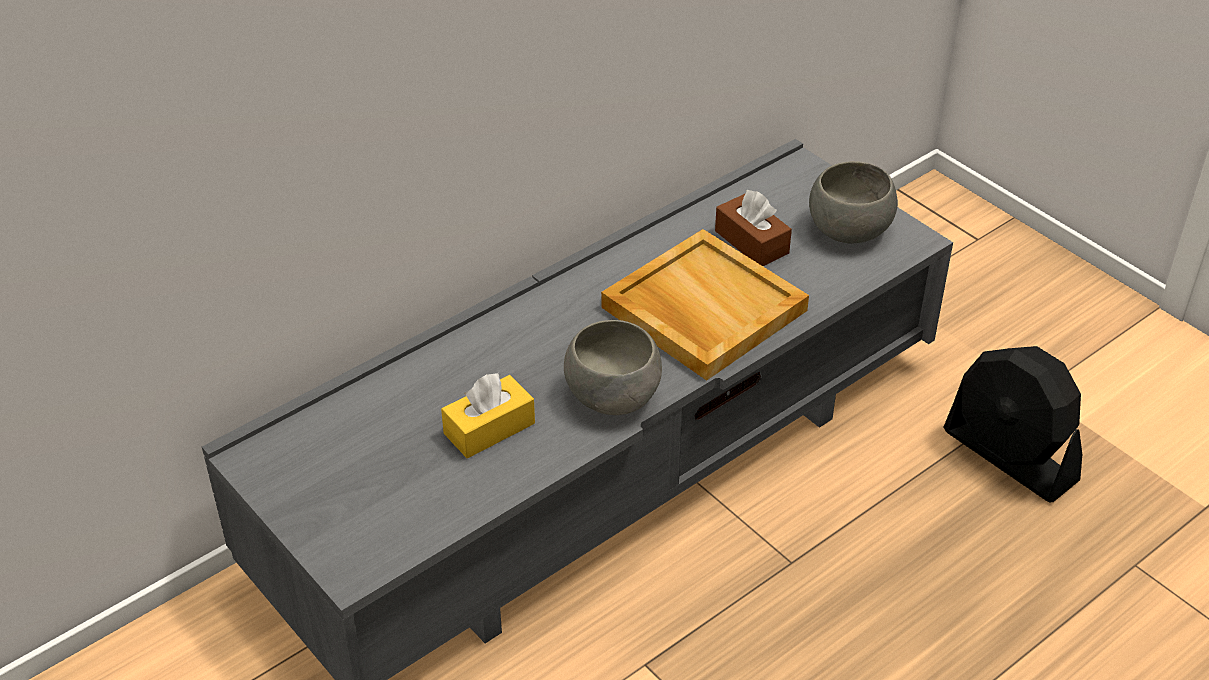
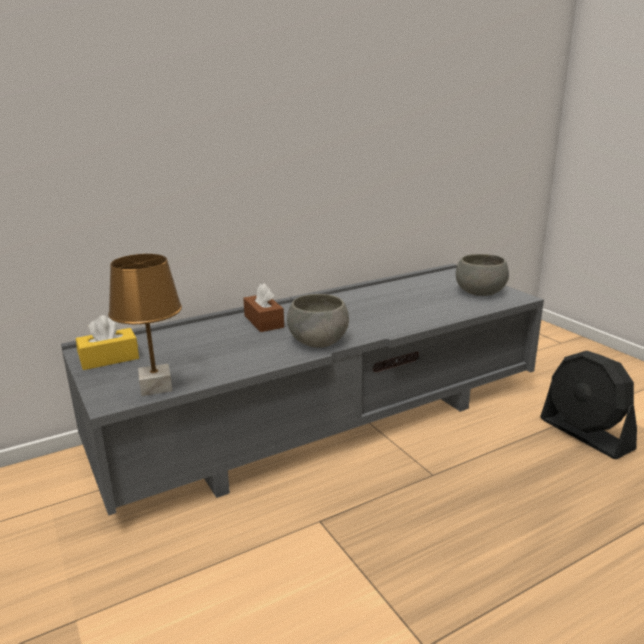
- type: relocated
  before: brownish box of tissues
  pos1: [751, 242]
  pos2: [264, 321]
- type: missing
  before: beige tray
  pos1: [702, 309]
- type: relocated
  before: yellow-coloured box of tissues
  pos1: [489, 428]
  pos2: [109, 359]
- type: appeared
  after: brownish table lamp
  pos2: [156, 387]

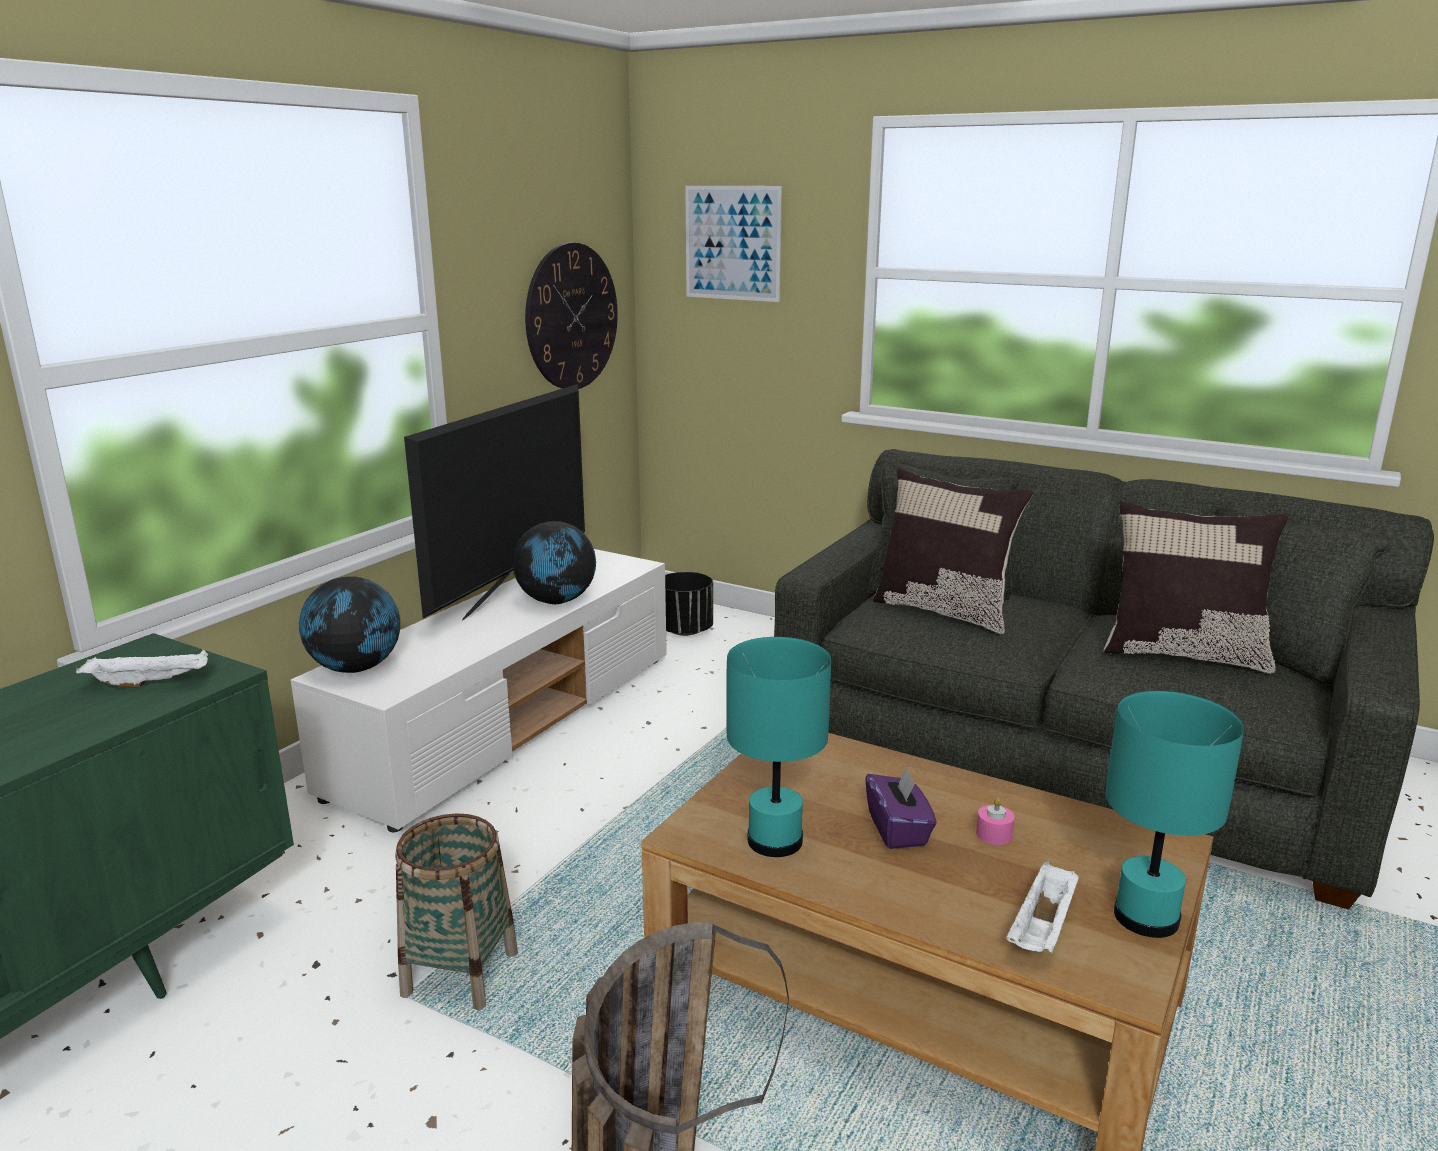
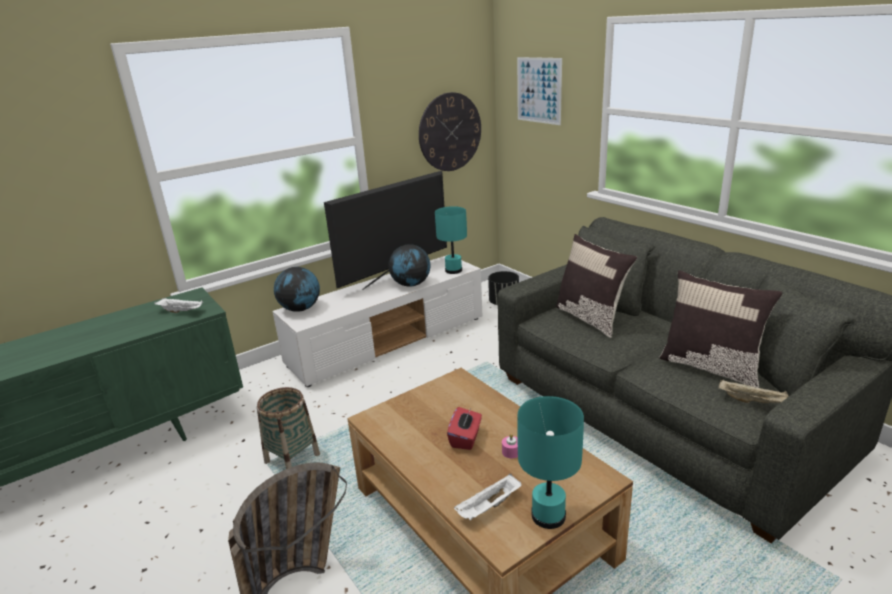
- type: relocated
  before: turquoise-coloured table lamp
  pos1: [773, 841]
  pos2: [453, 270]
- type: colour
  before: purple-coloured box of tissues
  after: red box of tissues
  pos1: [898, 830]
  pos2: [465, 438]
- type: appeared
  after: beige tray
  pos2: [753, 401]

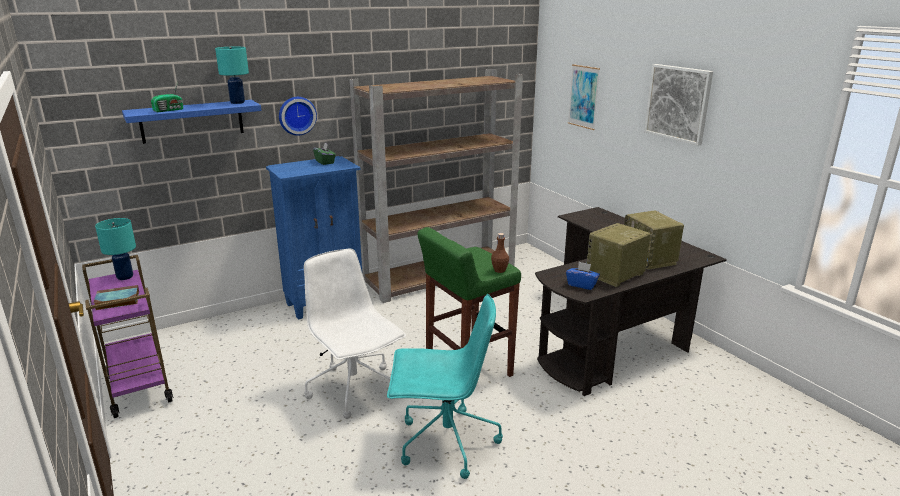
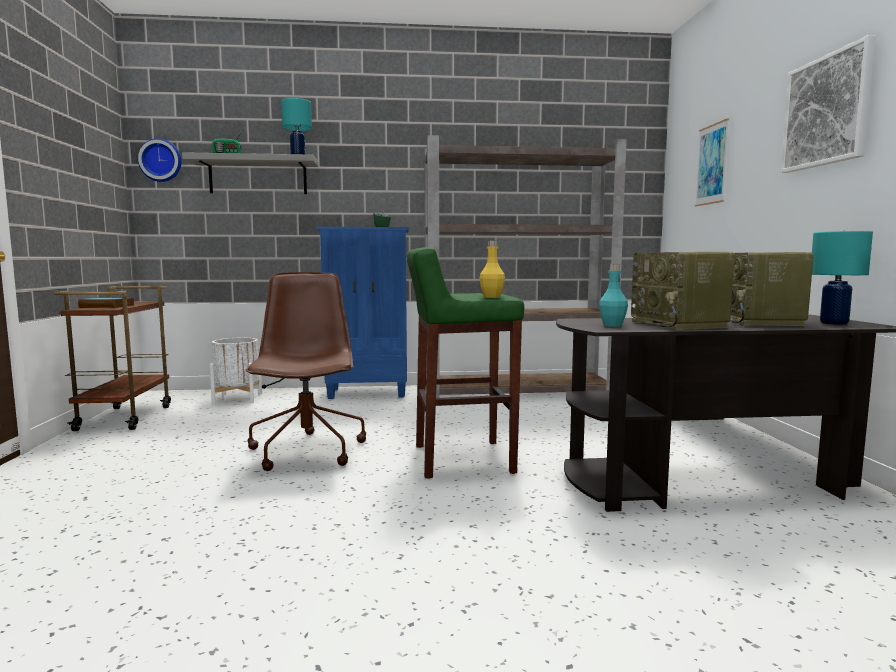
- type: relocated
  before: hanging clock
  pos1: [296, 115]
  pos2: [161, 160]
- type: colour
  before: bluish shelf
  after: grey shelf
  pos1: [192, 121]
  pos2: [258, 177]
- type: relocated
  before: turquoise-coloured table lamp
  pos1: [125, 277]
  pos2: [833, 323]
- type: spun
  before: radio
  pos1: [615, 275]
  pos2: [679, 324]
  turn: -90
- type: colour
  before: brownish drink bottle
  after: yellow-coloured drink bottle
  pos1: [499, 270]
  pos2: [492, 297]
- type: colour
  before: whitish office chair
  after: brownish office chair
  pos1: [356, 392]
  pos2: [307, 453]
- type: colour
  before: purple-coloured wheeled cart
  after: brownish wheeled cart
  pos1: [139, 386]
  pos2: [126, 417]
- type: exchanged
  before: bluish box of tissues
  after: turquoise-coloured drink bottle
  pos1: [581, 285]
  pos2: [612, 325]
- type: missing
  before: turquoise-coloured office chair
  pos1: [442, 443]
- type: appeared
  after: whitish plant pot
  pos2: [237, 398]

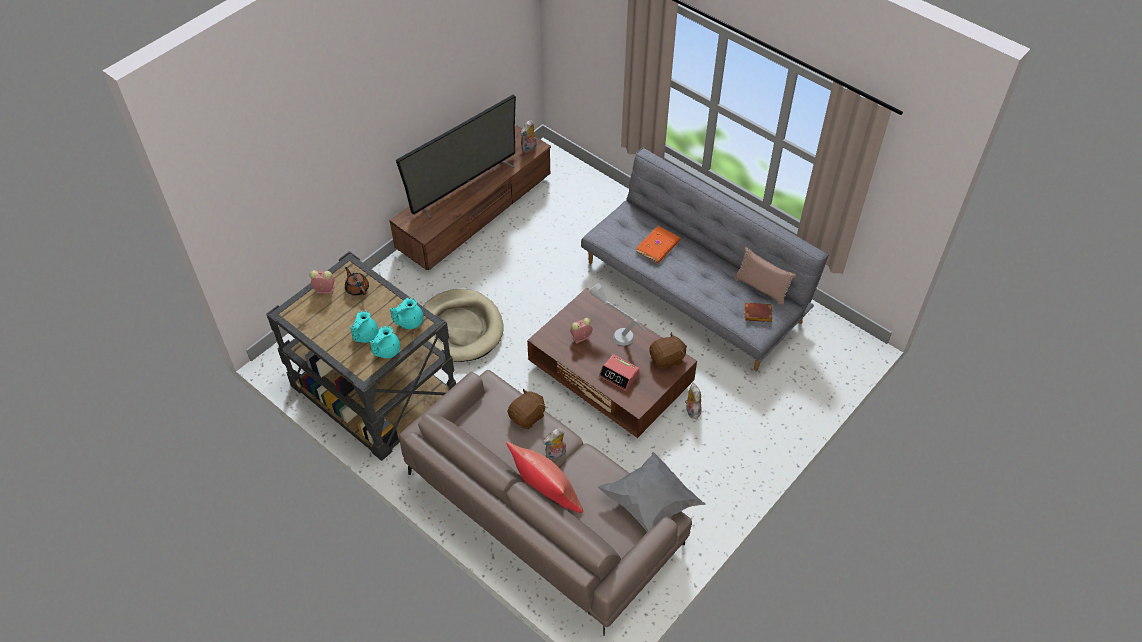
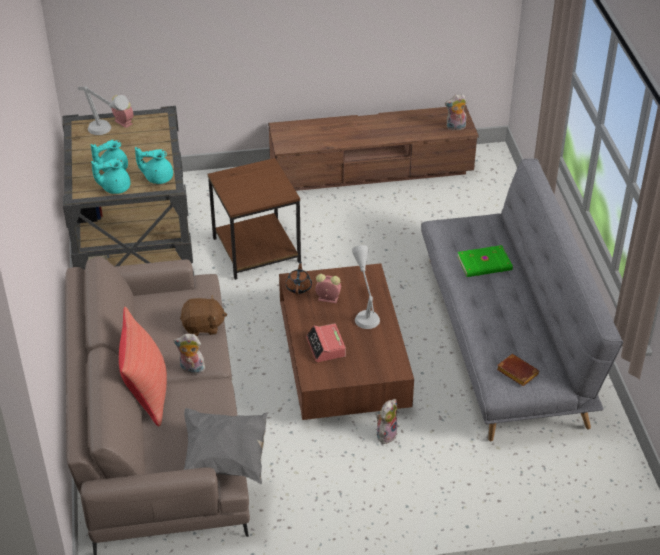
- type: missing
  before: TV
  pos1: [464, 186]
- type: colour
  before: orange-coloured bound book
  after: greenish bound book
  pos1: [658, 246]
  pos2: [485, 264]
- type: missing
  before: beige cushion
  pos1: [761, 288]
- type: relocated
  before: brownish pot for tea
  pos1: [357, 288]
  pos2: [299, 287]
- type: exchanged
  before: beige dog cushion
  after: brownish accent table
  pos1: [461, 328]
  pos2: [257, 249]
- type: missing
  before: brownish plush toy
  pos1: [667, 359]
- type: appeared
  after: grey table lamp
  pos2: [107, 133]

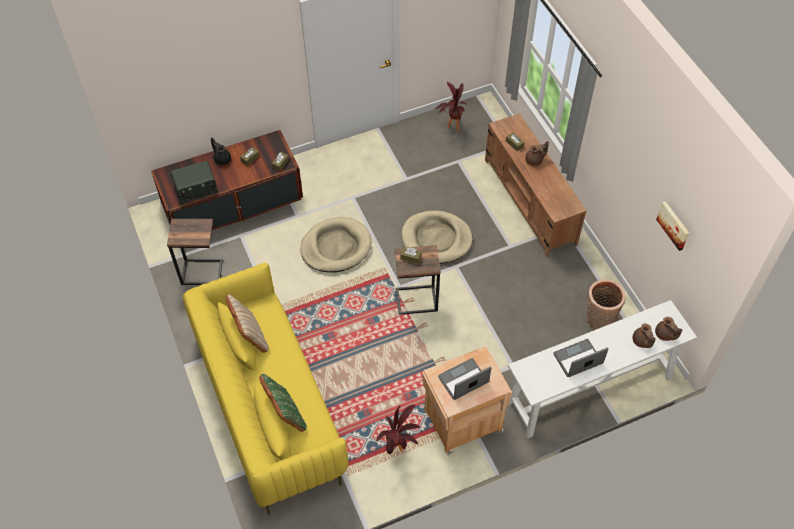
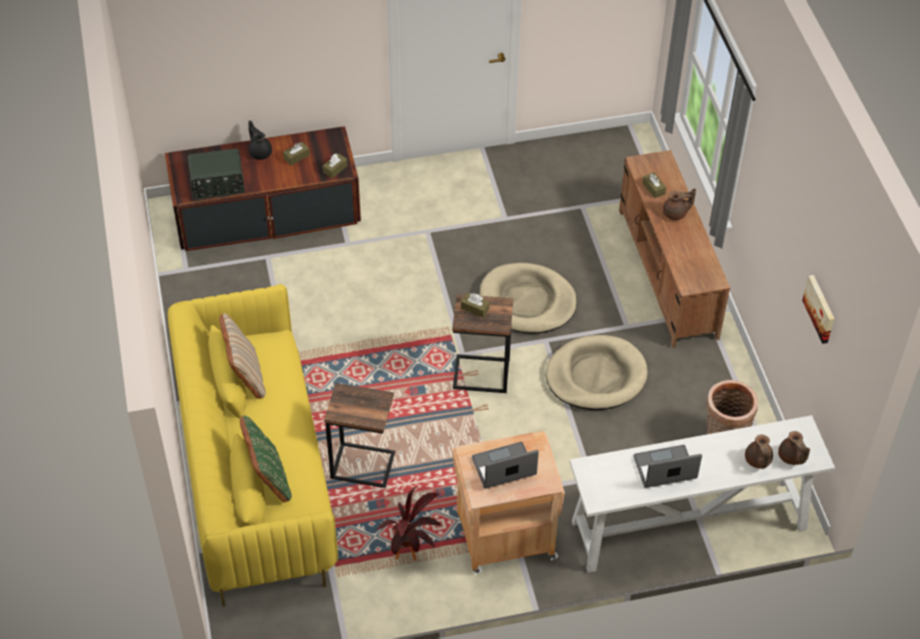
- type: missing
  before: houseplant
  pos1: [451, 127]
- type: relocated
  before: beige dog cushion
  pos1: [336, 247]
  pos2: [595, 376]
- type: relocated
  before: accent table
  pos1: [201, 271]
  pos2: [362, 464]

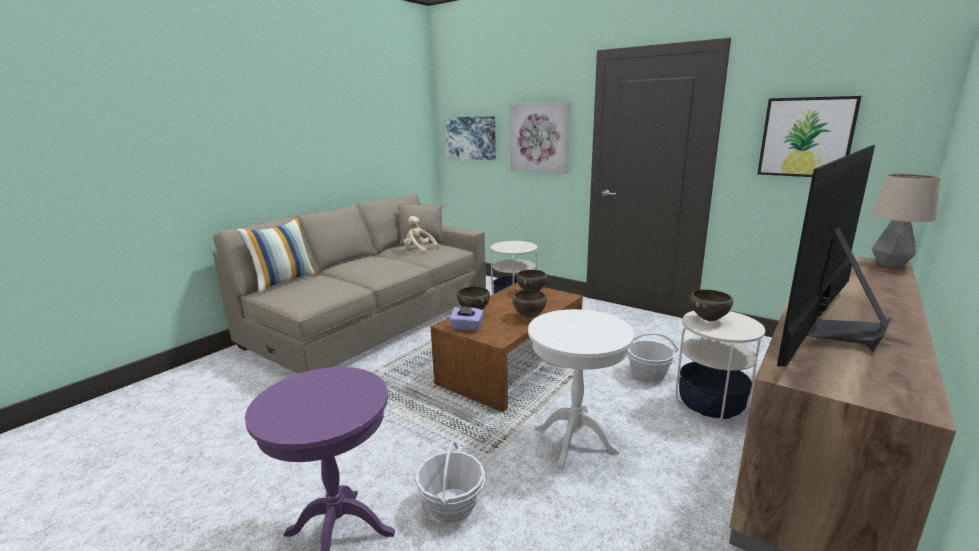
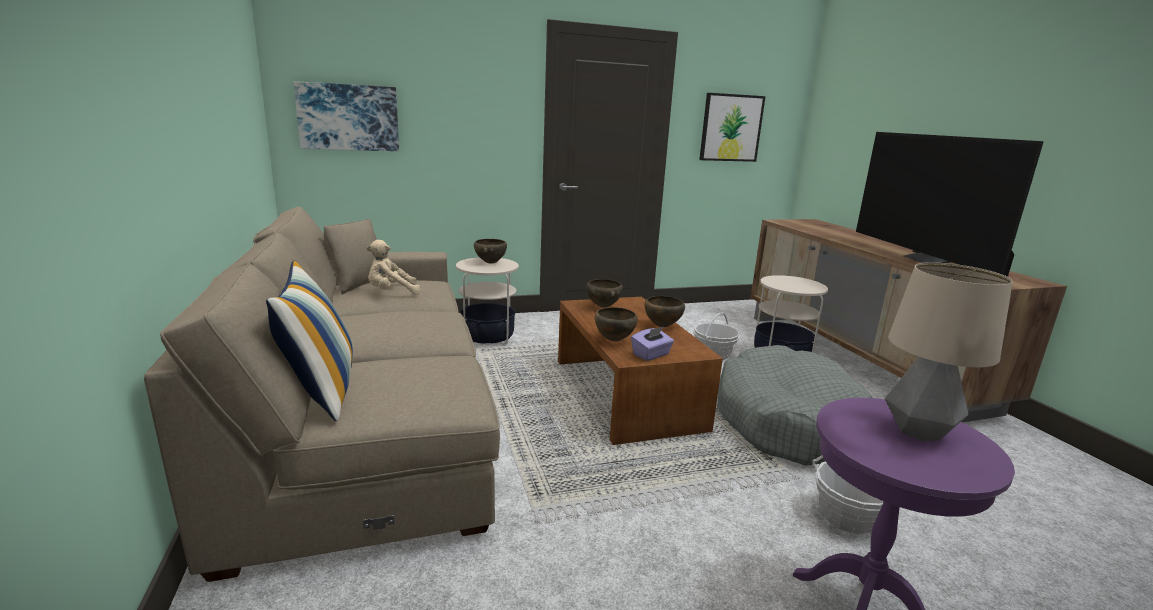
- type: missing
  before: wall picture
  pos1: [539, 137]
- type: relocated
  before: table lamp
  pos1: [890, 264]
  pos2: [918, 431]
- type: relocated
  before: brownish bowl
  pos1: [709, 320]
  pos2: [490, 263]
- type: exchanged
  before: whitish accent table
  after: grey dog cushion
  pos1: [575, 440]
  pos2: [786, 421]

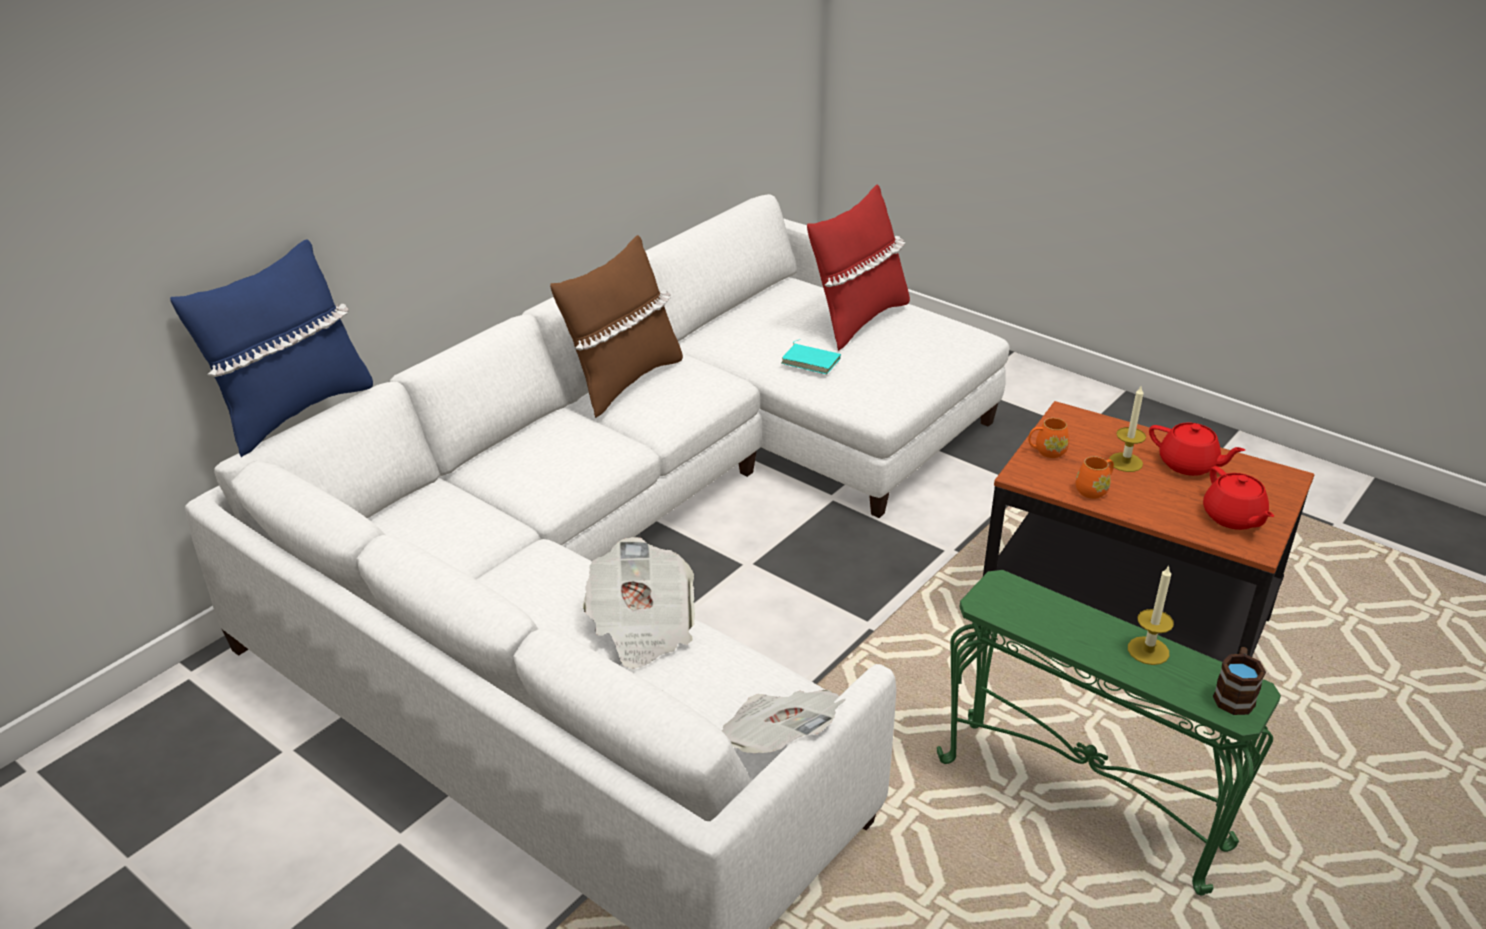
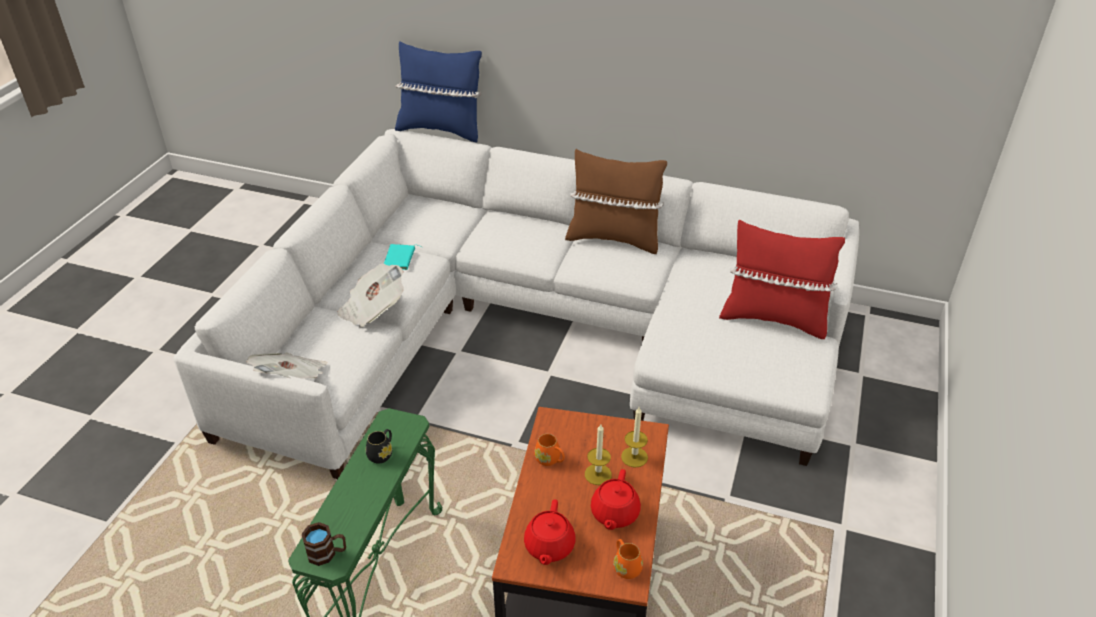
- type: relocated
  before: turquoise-coloured bound book
  pos1: [812, 361]
  pos2: [400, 259]
- type: relocated
  before: orange-coloured coffee mug
  pos1: [1046, 451]
  pos2: [625, 566]
- type: spun
  before: red pot for tea
  pos1: [1233, 518]
  pos2: [549, 546]
  turn: -45
- type: relocated
  before: wax light
  pos1: [1148, 650]
  pos2: [634, 457]
- type: appeared
  after: blackish coffee mug
  pos2: [382, 453]

